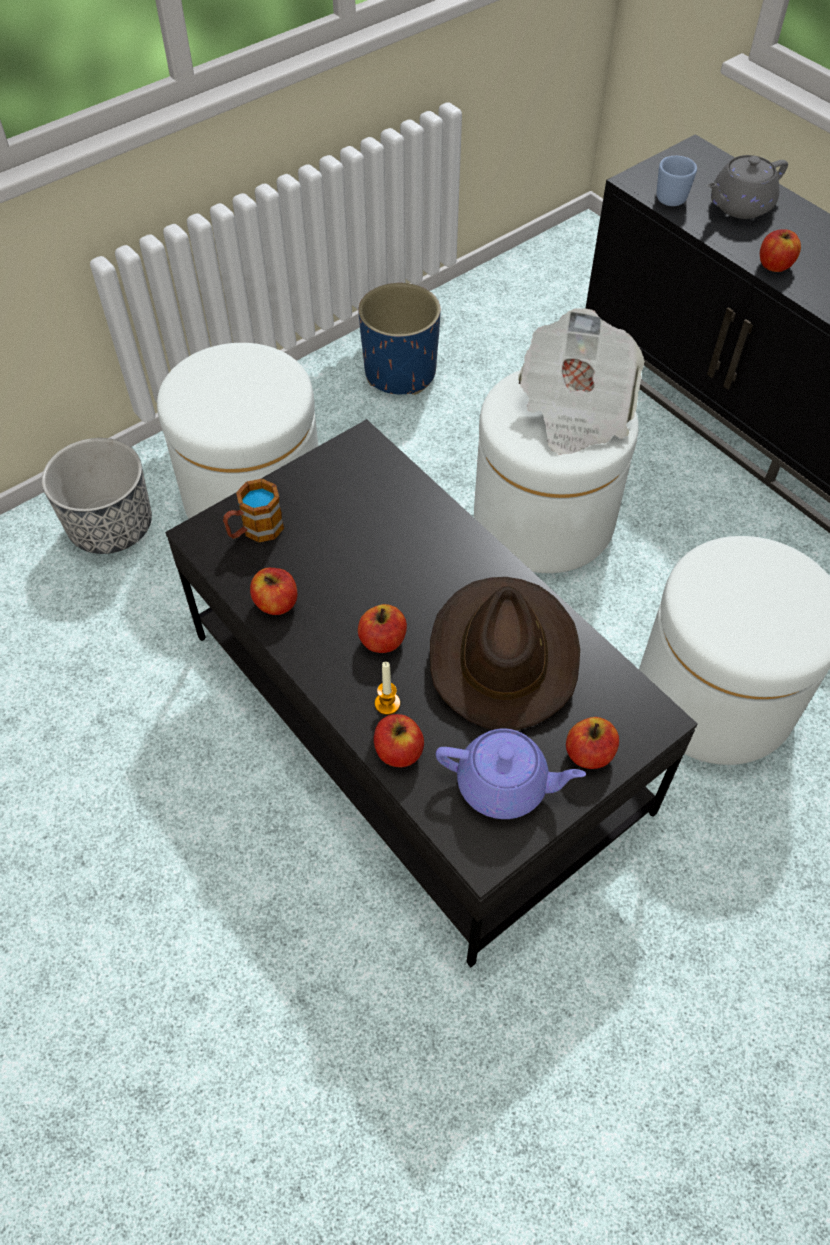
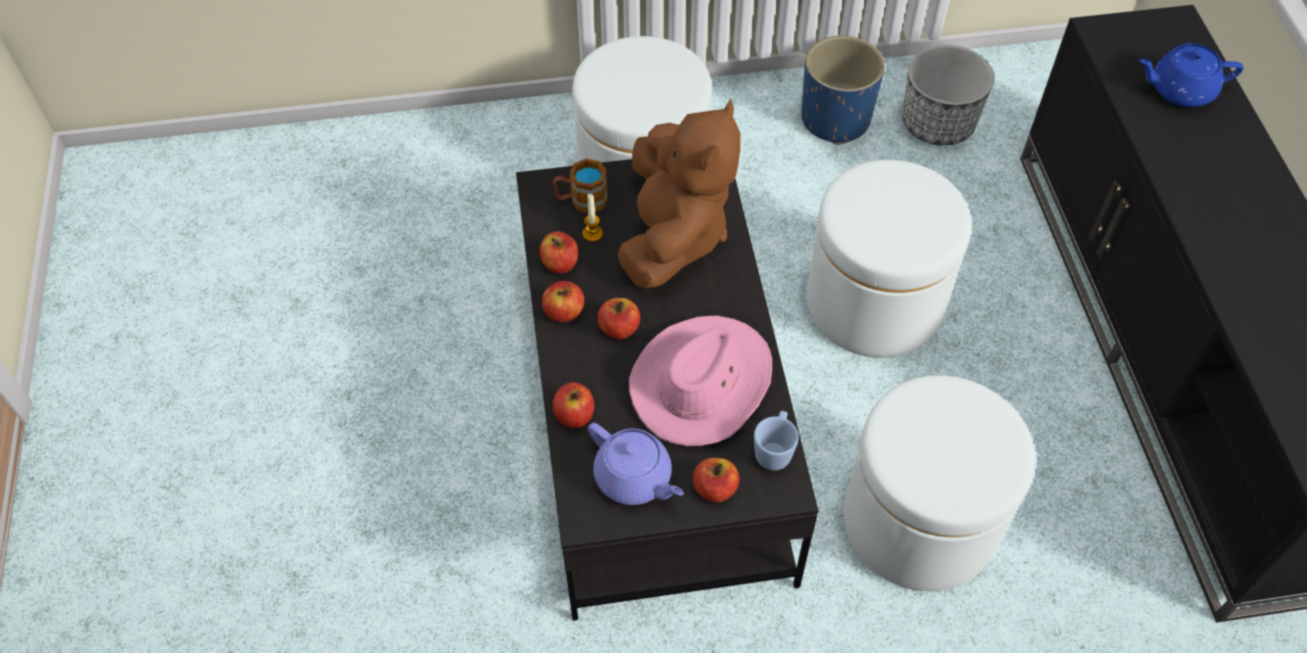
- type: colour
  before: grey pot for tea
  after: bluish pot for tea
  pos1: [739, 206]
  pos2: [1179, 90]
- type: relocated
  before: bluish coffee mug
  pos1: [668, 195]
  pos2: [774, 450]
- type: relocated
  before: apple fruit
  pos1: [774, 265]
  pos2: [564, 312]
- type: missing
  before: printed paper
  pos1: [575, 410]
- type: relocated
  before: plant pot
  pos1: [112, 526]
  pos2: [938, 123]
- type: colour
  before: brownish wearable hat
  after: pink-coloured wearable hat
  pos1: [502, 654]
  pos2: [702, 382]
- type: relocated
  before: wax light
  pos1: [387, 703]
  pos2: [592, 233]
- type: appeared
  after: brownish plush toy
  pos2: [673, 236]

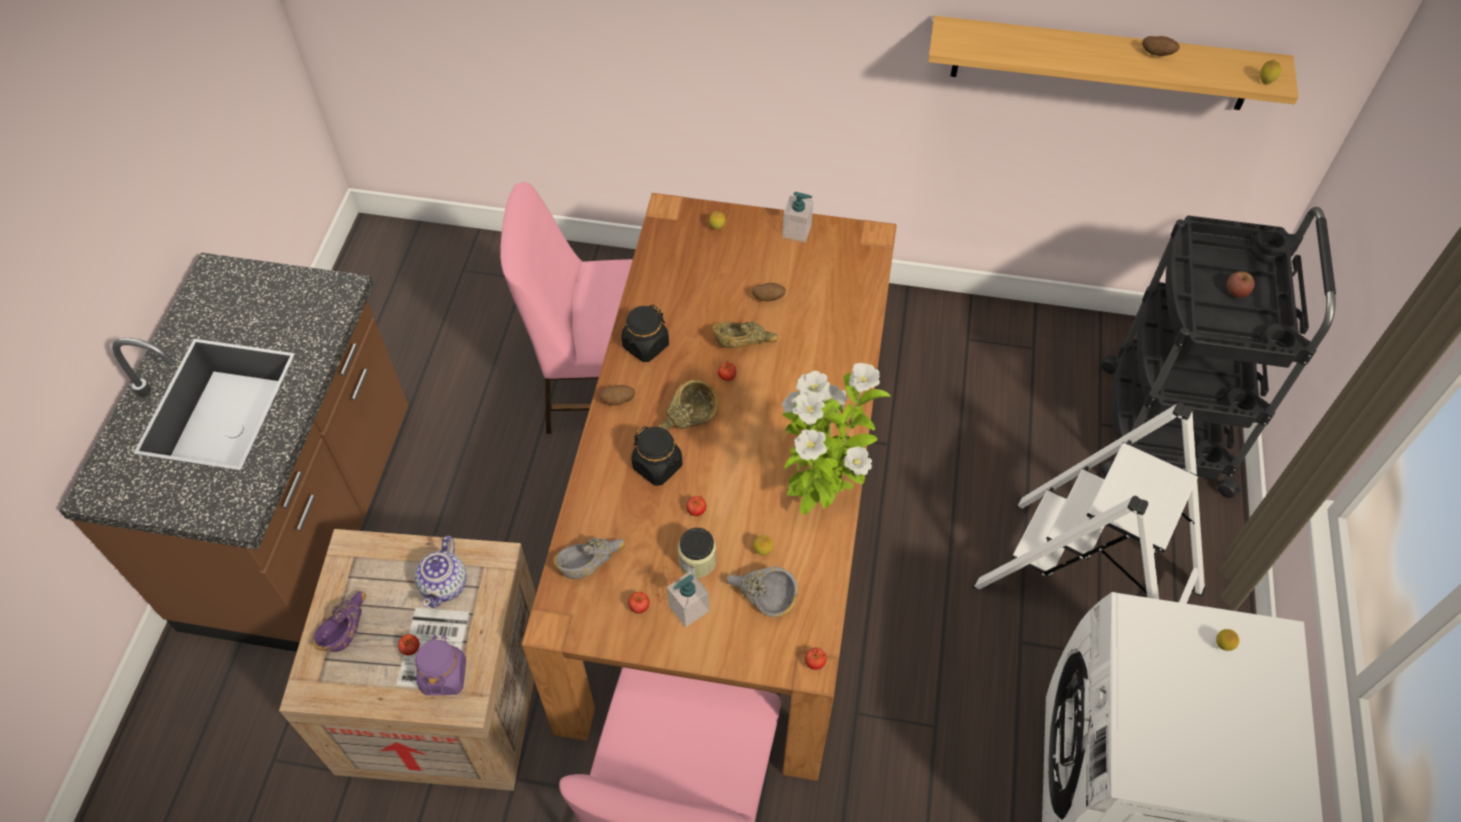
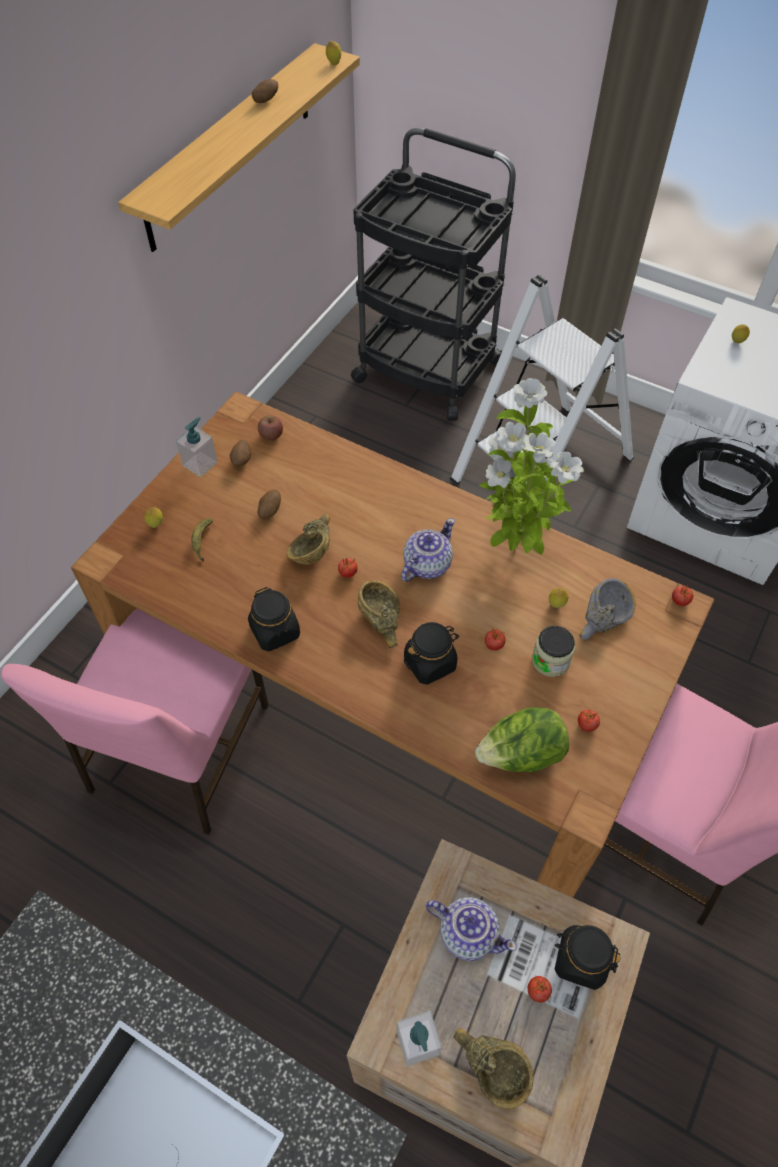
- type: relocated
  before: apple fruit
  pos1: [1236, 291]
  pos2: [271, 435]
- type: relocated
  before: spud
  pos1: [618, 401]
  pos2: [242, 460]
- type: exchanged
  before: grey bowl
  after: lettuce
  pos1: [590, 560]
  pos2: [521, 755]
- type: relocated
  before: soap bottle
  pos1: [688, 608]
  pos2: [417, 1043]
- type: colour
  before: purple-coloured bowl
  after: brownish bowl
  pos1: [344, 627]
  pos2: [488, 1067]
- type: colour
  before: purple-coloured preserve jar
  after: blackish preserve jar
  pos1: [444, 675]
  pos2: [580, 960]
- type: appeared
  after: banana
  pos2: [202, 542]
- type: appeared
  after: pot for tea
  pos2: [426, 565]

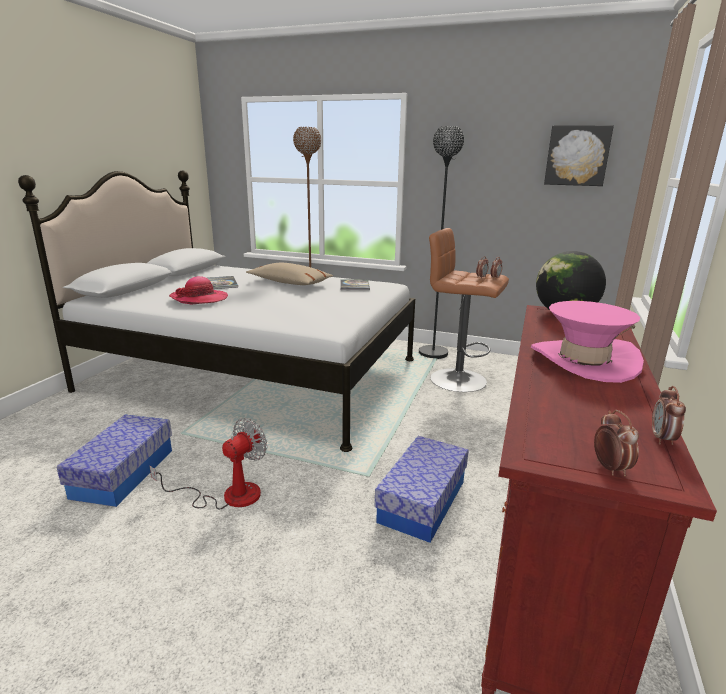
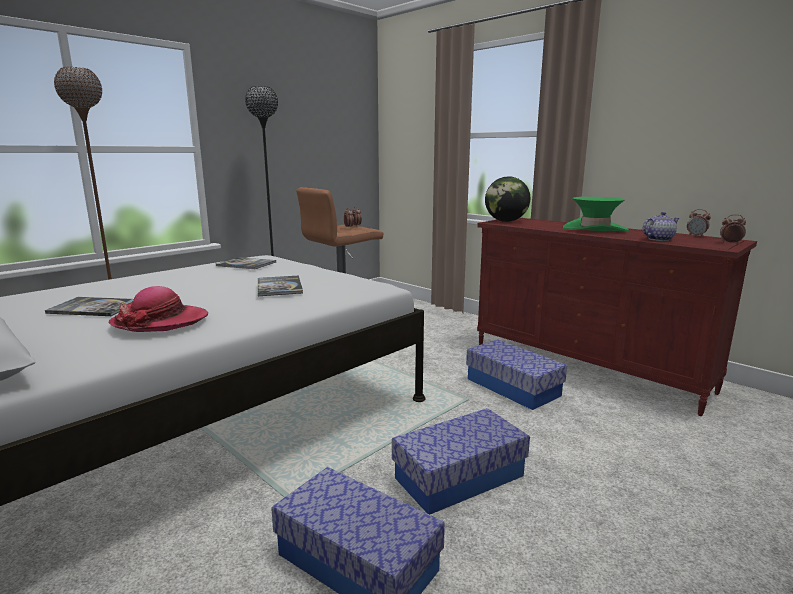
- type: missing
  before: wall picture
  pos1: [577, 156]
- type: missing
  before: beige cushion
  pos1: [289, 283]
- type: colour
  before: pink-coloured wearable hat
  after: greenish wearable hat
  pos1: [583, 361]
  pos2: [595, 229]
- type: exchanged
  before: electric fan
  after: storage box
  pos1: [228, 495]
  pos2: [459, 477]
- type: appeared
  after: pot for tea
  pos2: [658, 239]
- type: appeared
  after: bound book
  pos2: [279, 287]

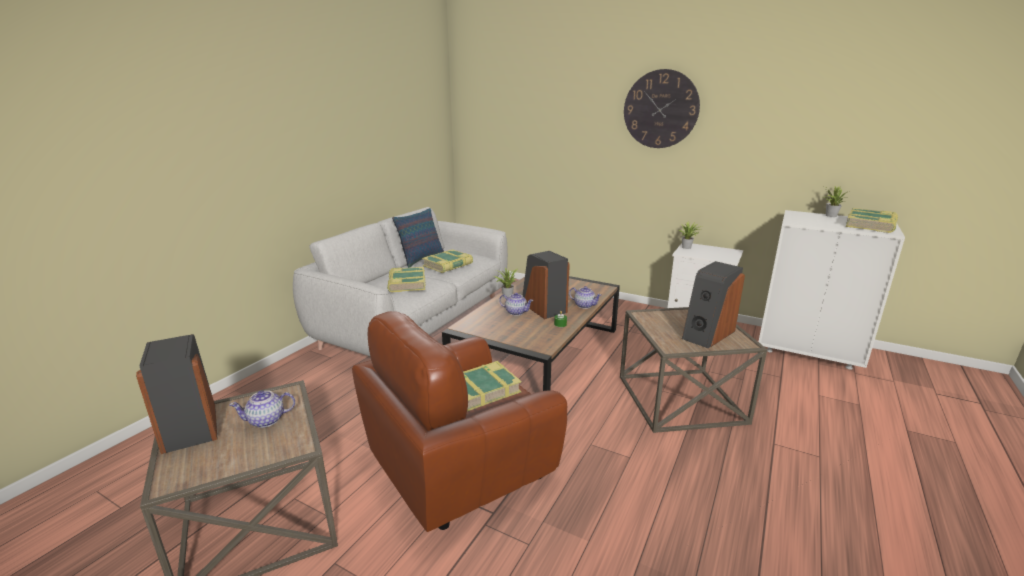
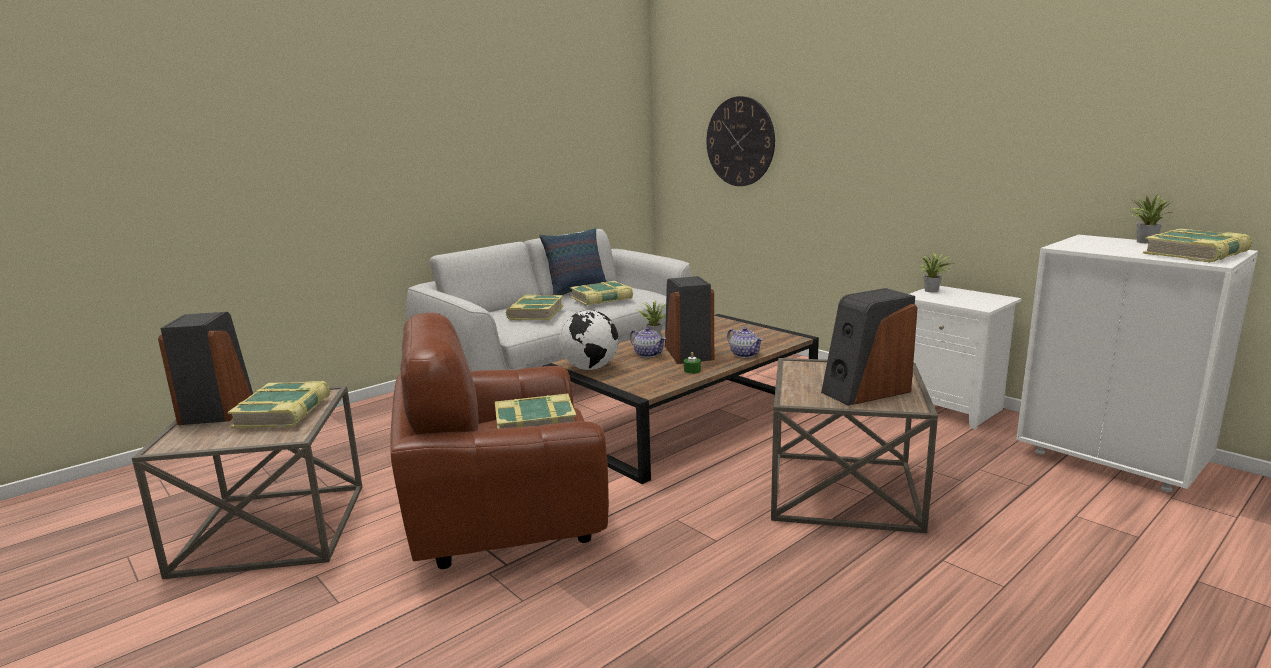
- type: relocated
  before: hanging clock
  pos1: [660, 109]
  pos2: [740, 141]
- type: exchanged
  before: pot for tea
  after: bound book
  pos1: [267, 420]
  pos2: [284, 412]
- type: appeared
  after: world globe
  pos2: [590, 368]

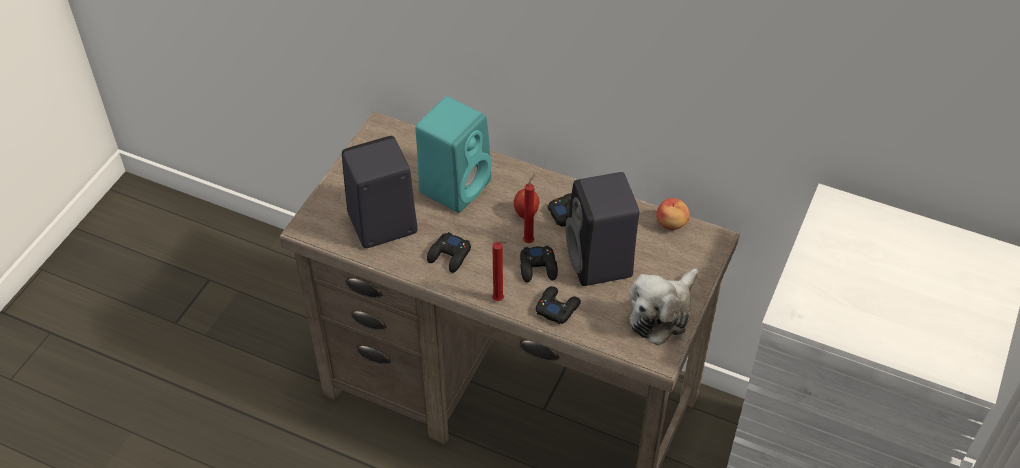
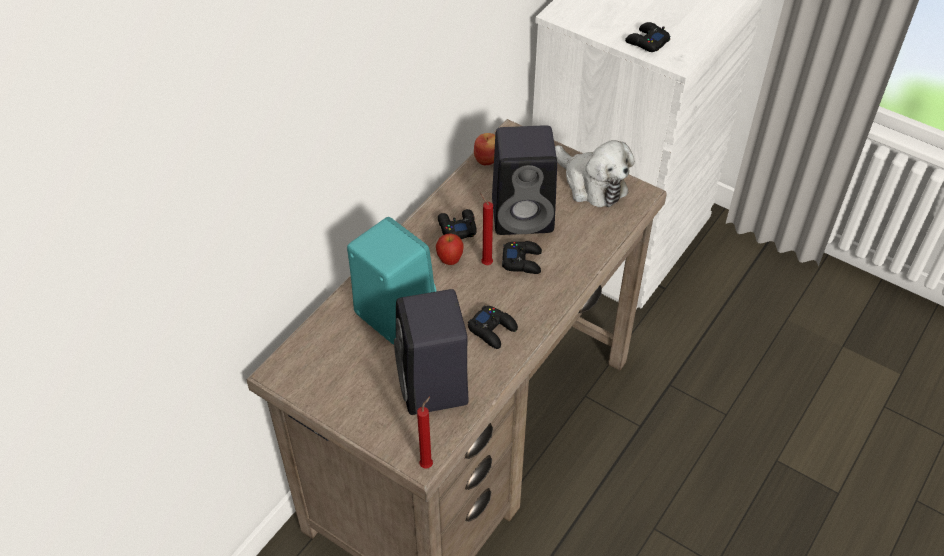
- type: relocated
  before: red wax light
  pos1: [499, 300]
  pos2: [427, 464]
- type: relocated
  before: blackish joypad
  pos1: [557, 307]
  pos2: [646, 42]

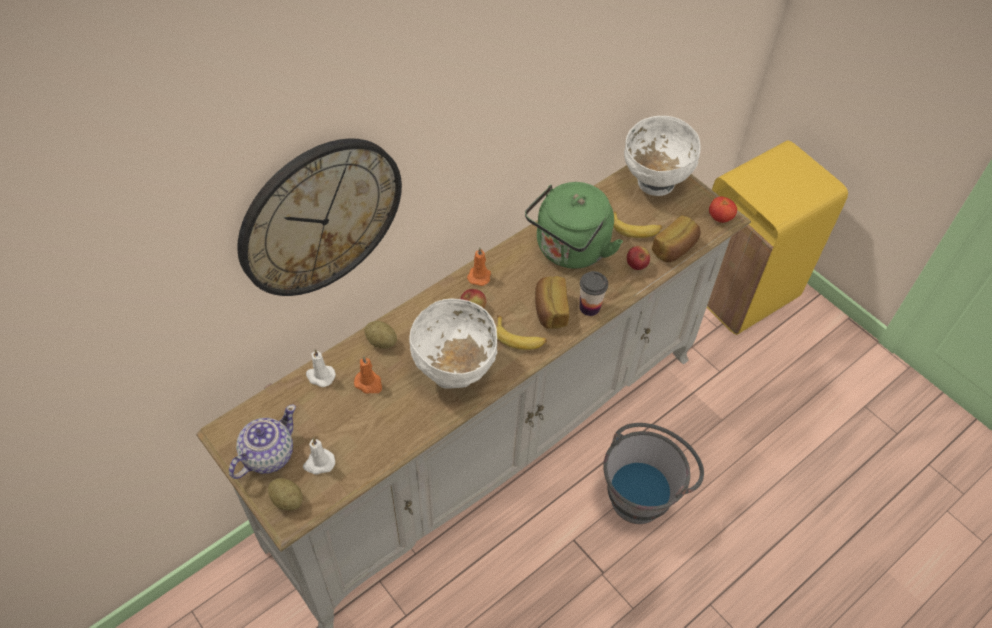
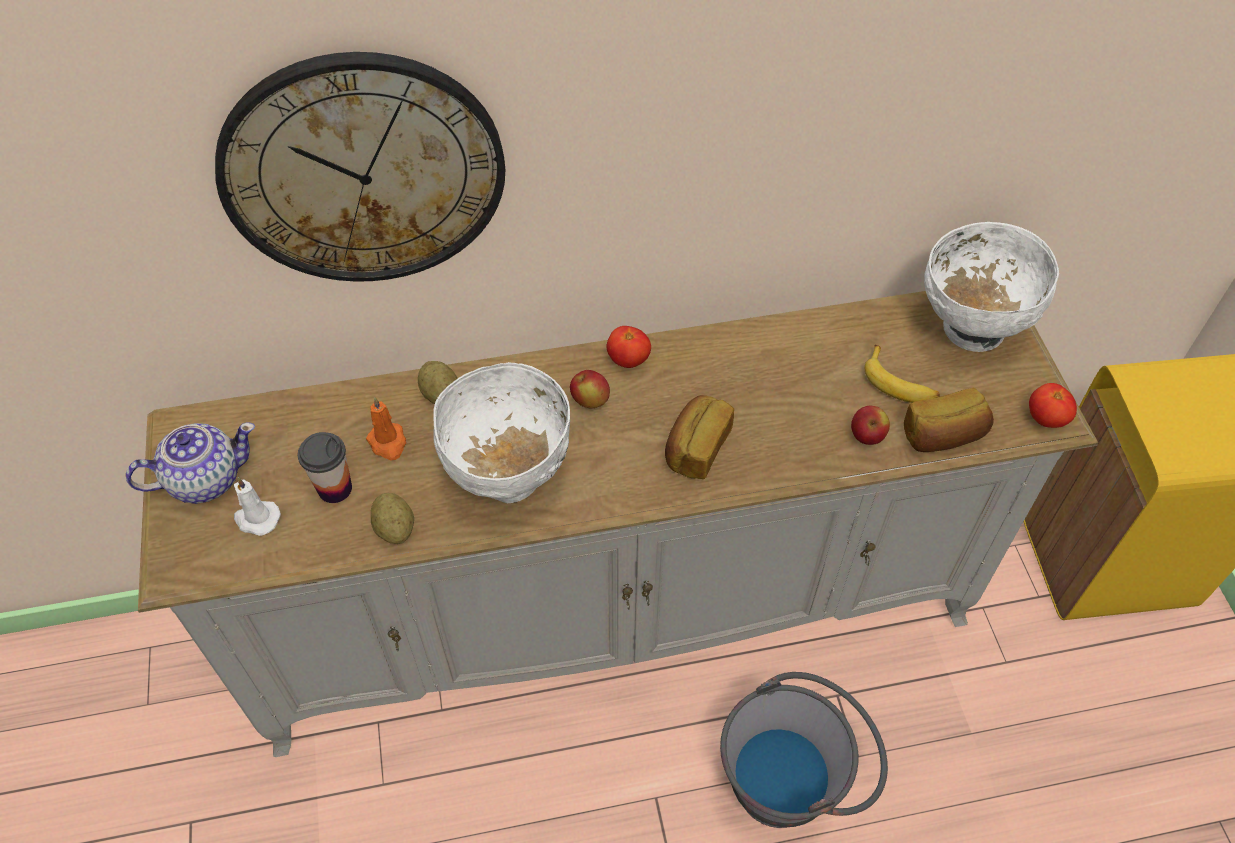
- type: missing
  before: greenish water kettle
  pos1: [569, 250]
- type: exchanged
  before: orange-coloured wax light
  after: fresh tomato
  pos1: [479, 275]
  pos2: [628, 360]
- type: relocated
  before: cup
  pos1: [589, 307]
  pos2: [335, 488]
- type: missing
  before: banana
  pos1: [519, 338]
- type: missing
  before: whitish wax light
  pos1: [320, 376]
- type: relocated
  before: spud
  pos1: [287, 500]
  pos2: [395, 528]

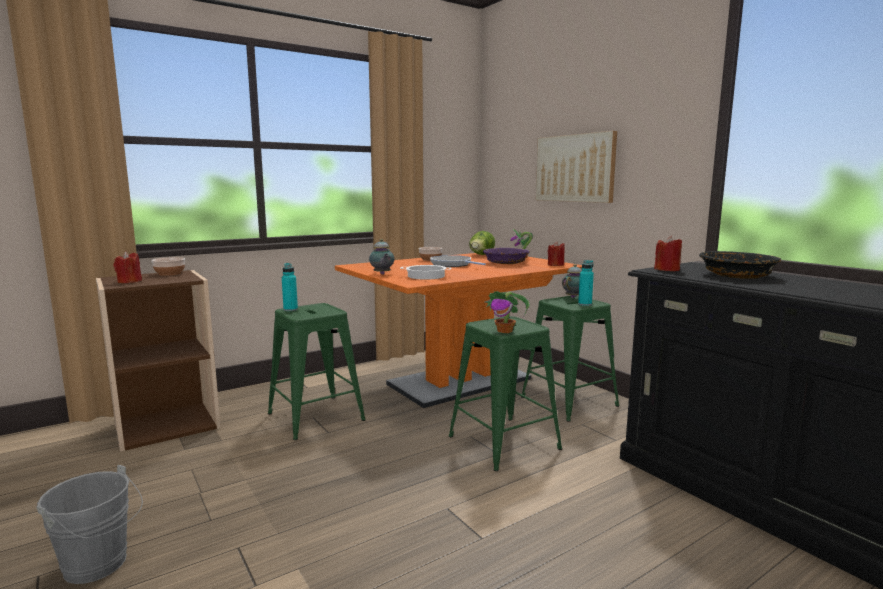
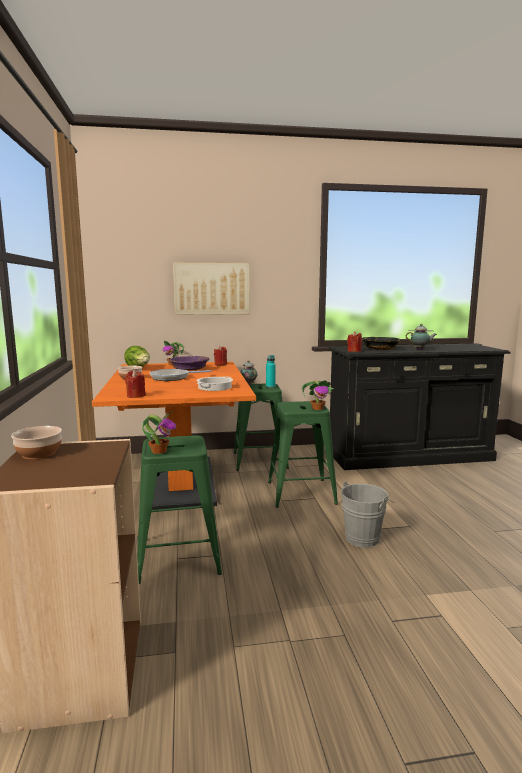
- type: relocated
  before: pot for tea
  pos1: [382, 274]
  pos2: [420, 349]
- type: relocated
  before: red wax light
  pos1: [129, 281]
  pos2: [136, 396]
- type: exchanged
  before: turquoise-coloured drink bottle
  after: houseplant
  pos1: [290, 309]
  pos2: [159, 451]
- type: relocated
  before: grey water bucket
  pos1: [100, 566]
  pos2: [364, 537]

